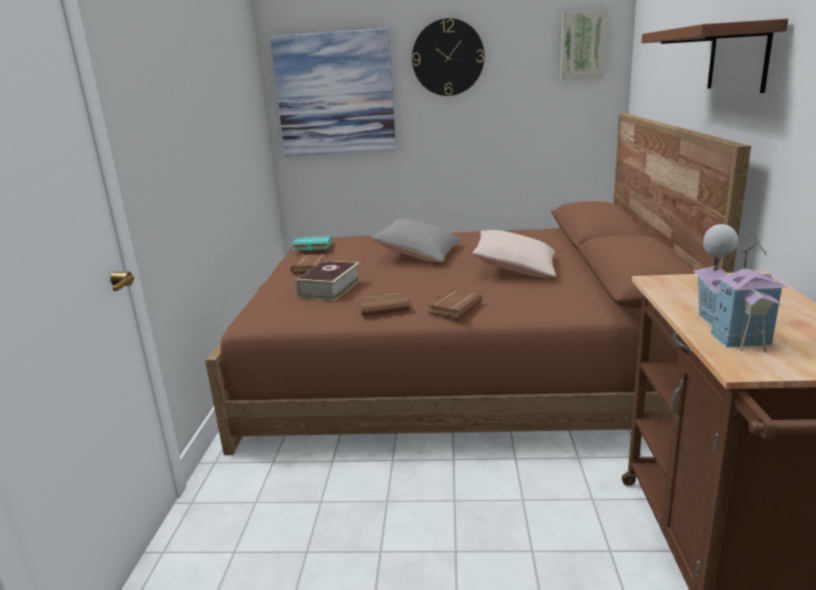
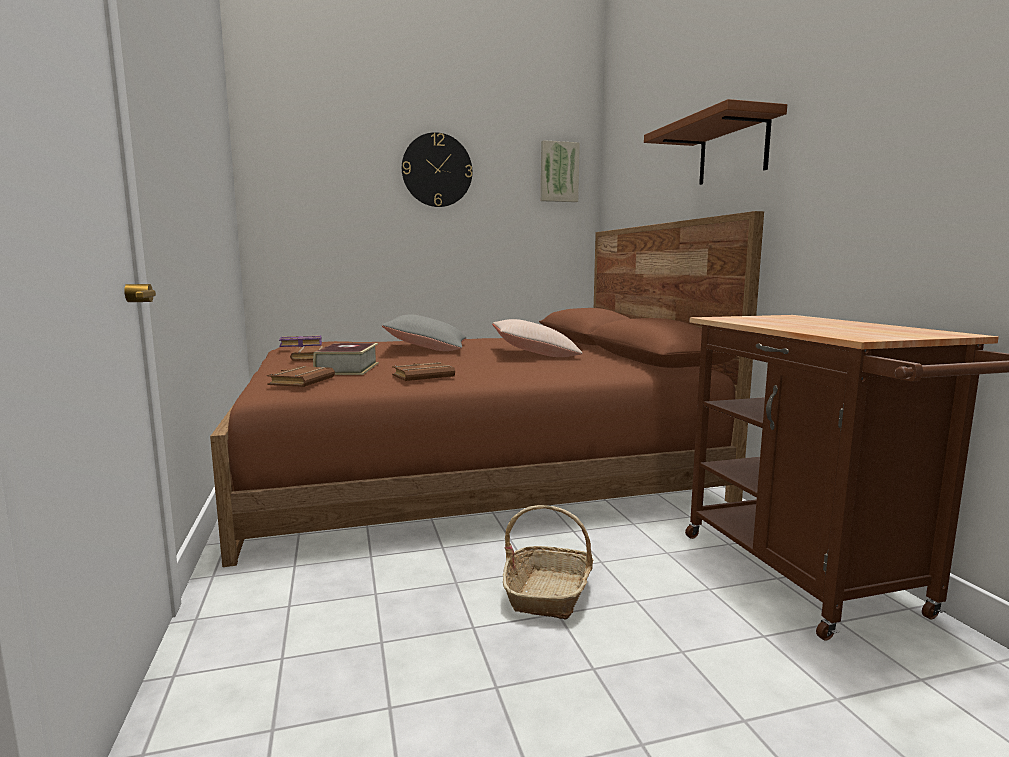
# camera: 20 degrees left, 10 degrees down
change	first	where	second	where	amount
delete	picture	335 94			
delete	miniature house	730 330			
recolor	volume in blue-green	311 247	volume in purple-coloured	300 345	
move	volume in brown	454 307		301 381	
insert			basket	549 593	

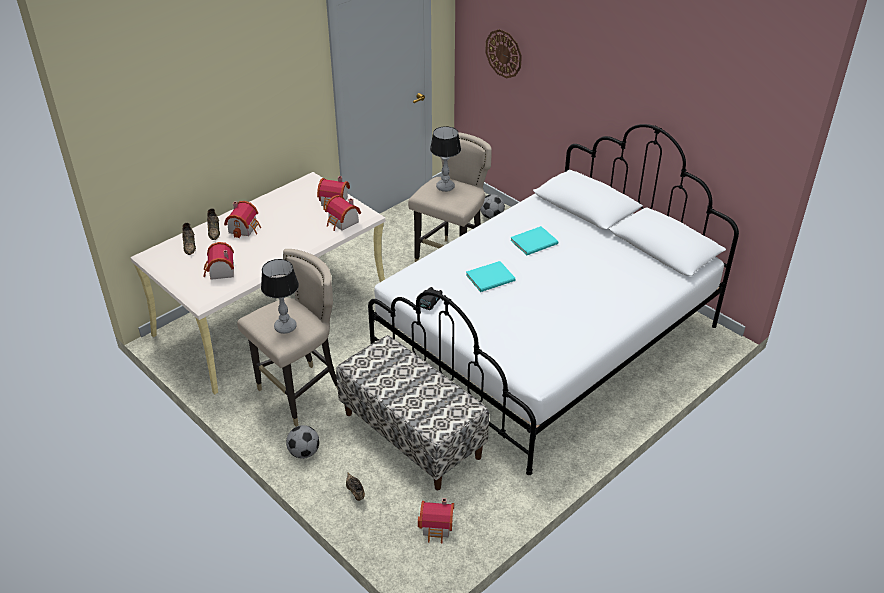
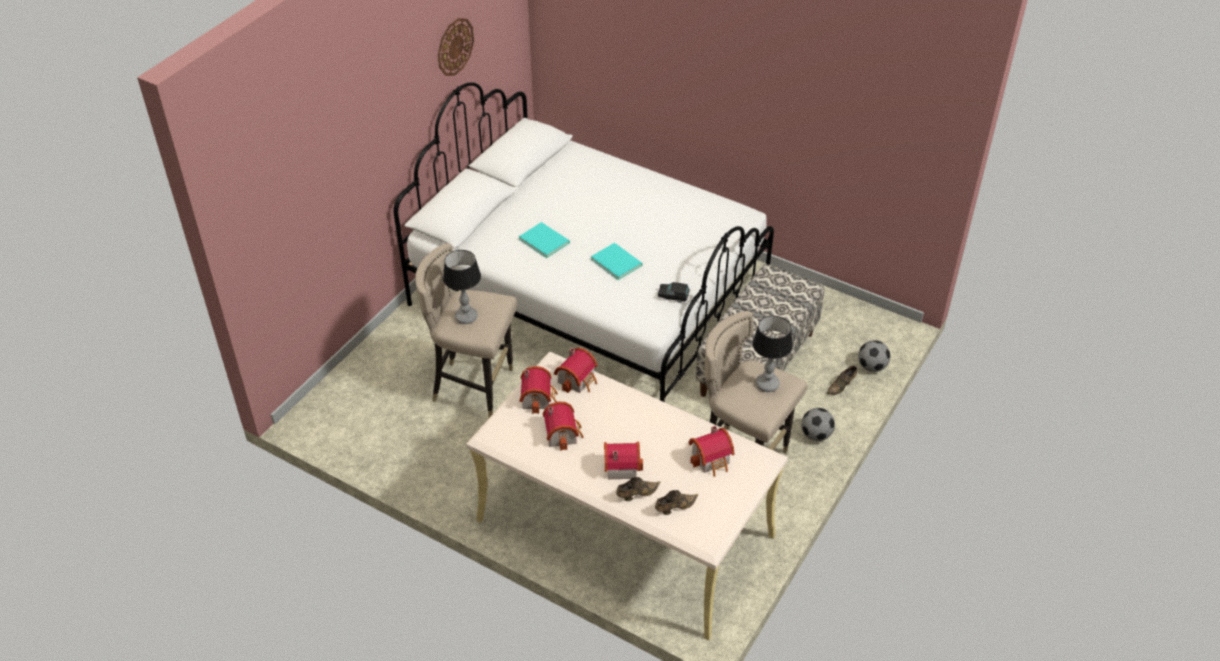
# camera: 105 degrees left, 5 degrees up
change	first	where	second	where	amount
move	clock on the wall	504 53		455 46	
move	ball for football	491 216		872 367	
move	miniature house	437 527		563 433	

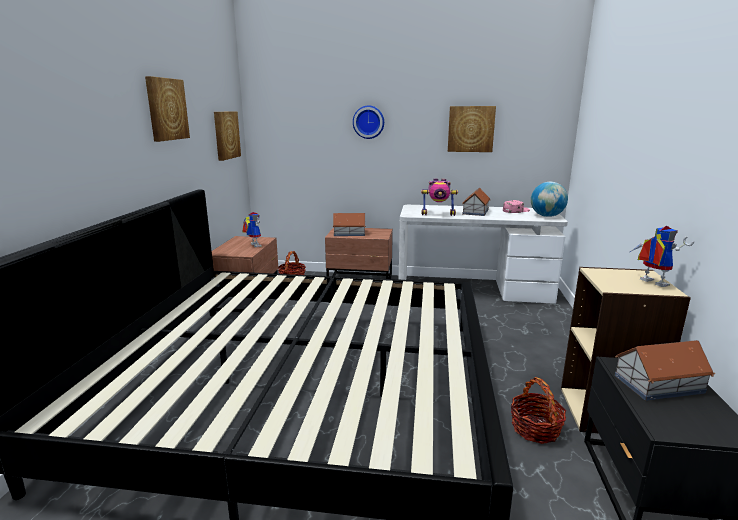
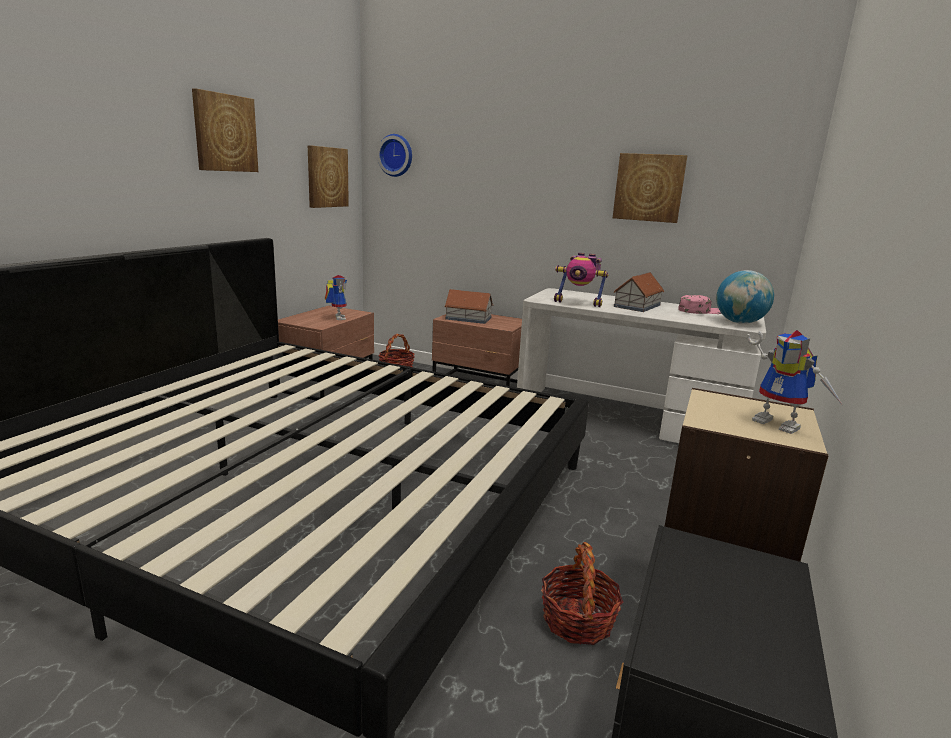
# camera: 15 degrees right, 0 degrees up
change	first	where	second	where	amount
move	clock on the wall	368 122		396 155	
rotate	toy robot	649 282		781 424	150 degrees clockwise
delete	miniature house	657 383			

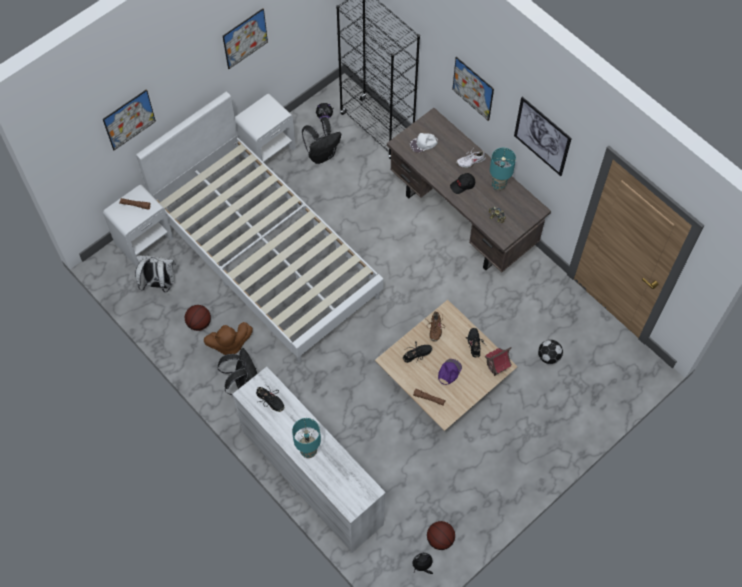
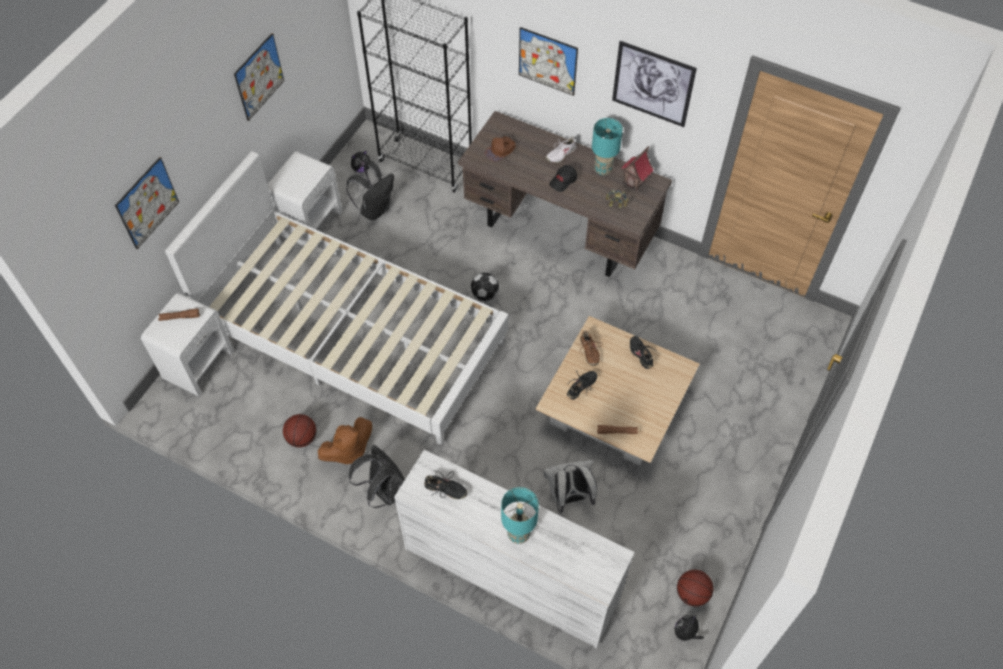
# camera: 20 degrees left, 5 degrees down
change	first	where	second	where	amount
recolor	cap in white	423 144	cap in brown	500 150	
move	backpack in white	159 283		569 496	
move	ball for football	549 357		485 294	
move	miniature house	496 367		635 182	
delete	cap in purple-coloured	449 372			

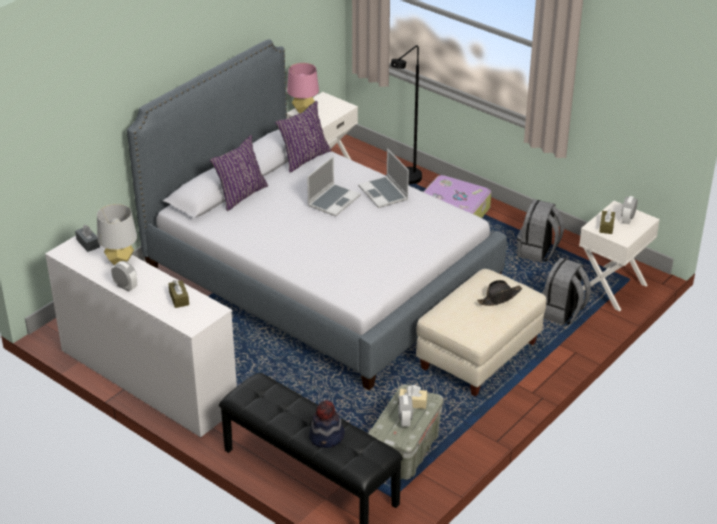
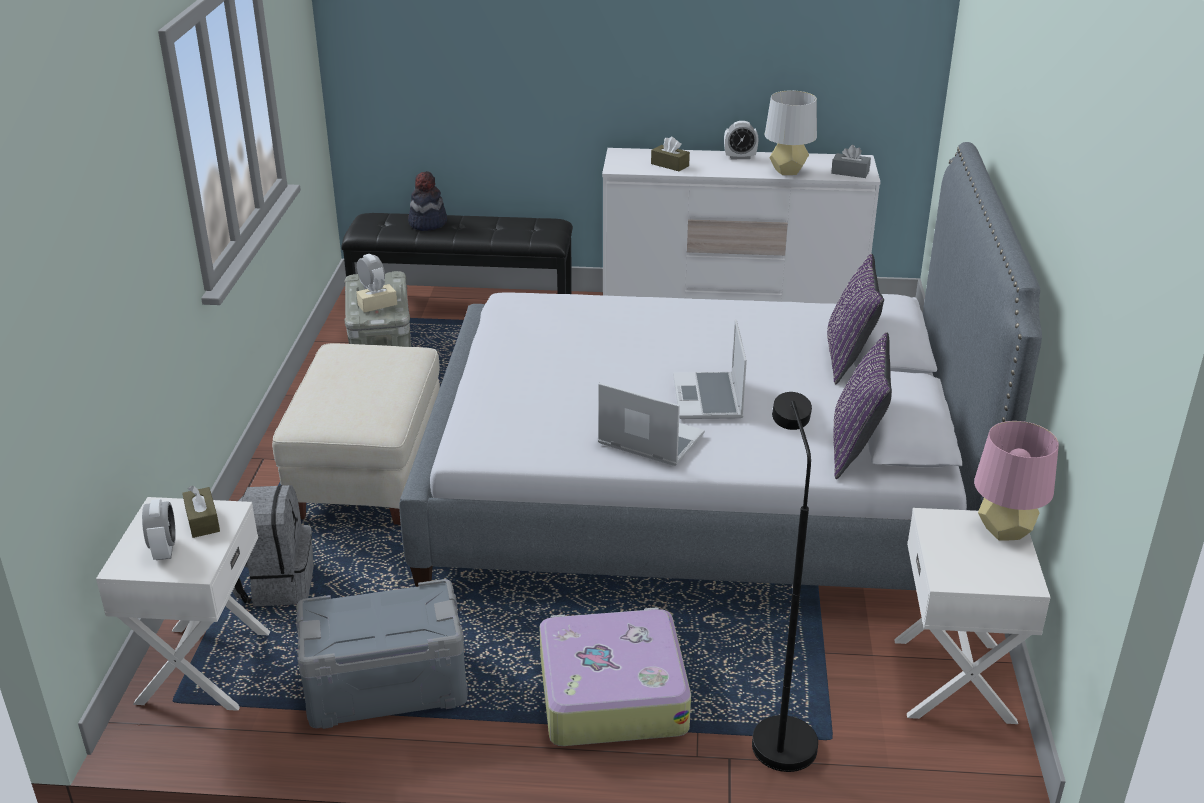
# camera: 145 degrees right, 5 degrees down
change	first	where	second	where	amount
replace	backpack in gray	538 252	storage container in gray	385 684	
delete	wearable hat in black	499 298			

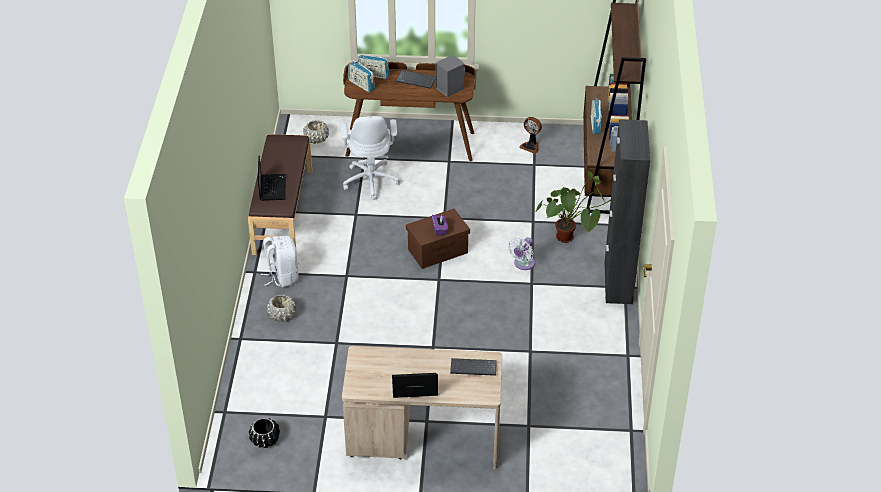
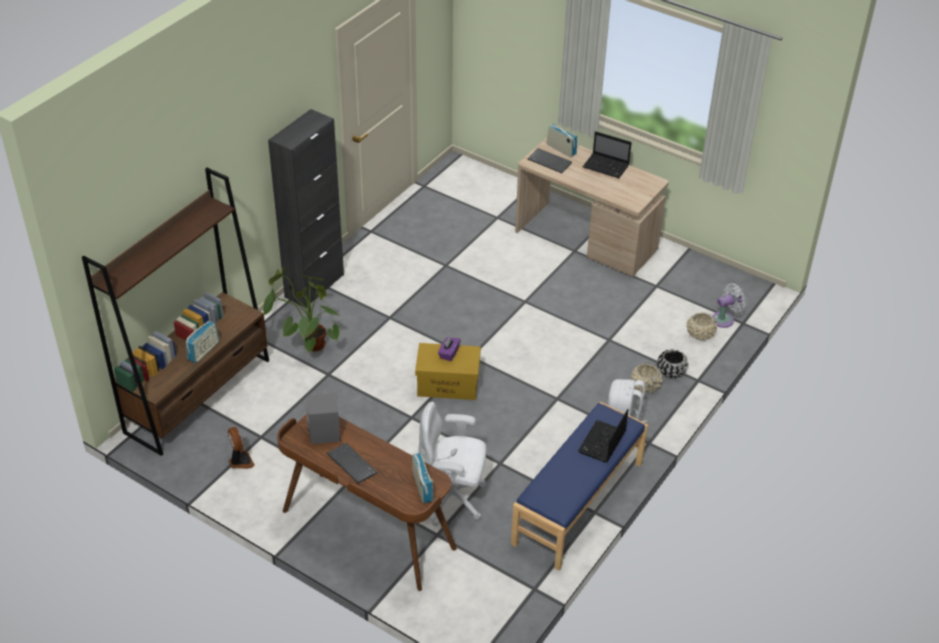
# camera: 150 degrees left, 0 degrees up
change	first	where	second	where	amount
move	radio	373 75		561 149	
rotate	desk chair in white	371 180		452 499	105 degrees counterclockwise
move	planter in beige	316 139		700 334	
recolor	bench in brown	282 212	bench in bluish	579 503	
recolor	storage container in brown	437 251	storage container in yellowish	448 384	
move	electric fan in white	523 264		725 319	
move	planter in black	265 440		671 371	

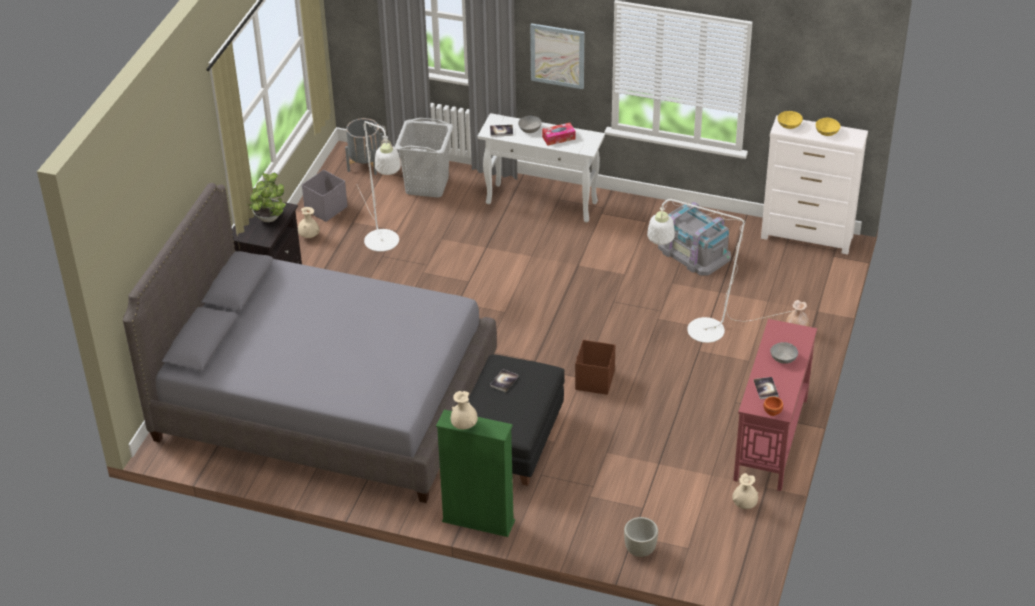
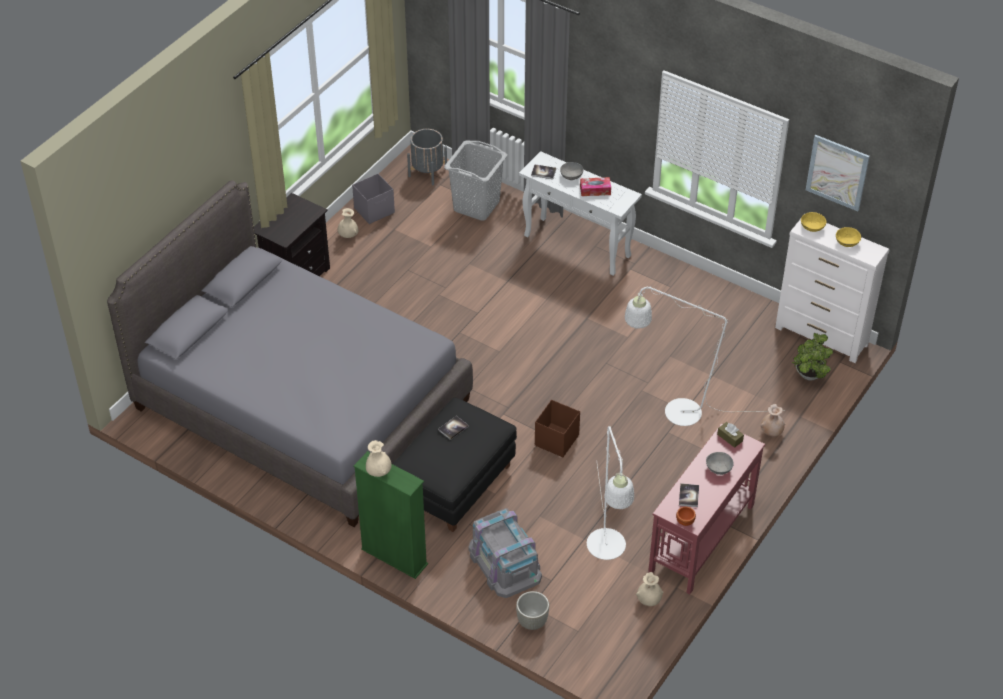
# camera: 15 degrees right, 5 degrees up
change	first	where	second	where	amount
move	picture	557 55		837 172	
move	floor lamp in white	384 246		607 552	
move	houseplant	268 219		808 376	
move	storage container in gray	694 252		505 563	
insert			tissue holder in brown	730 438	

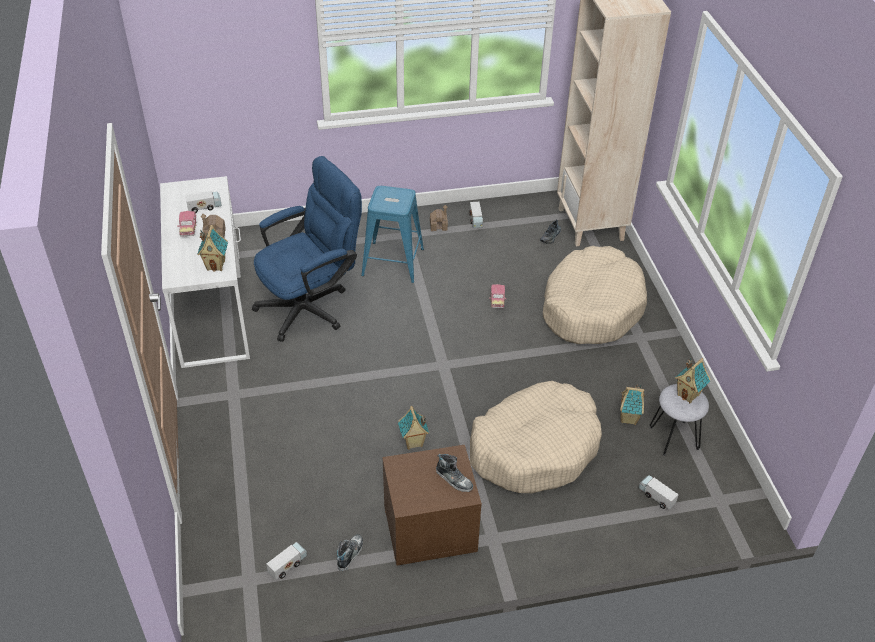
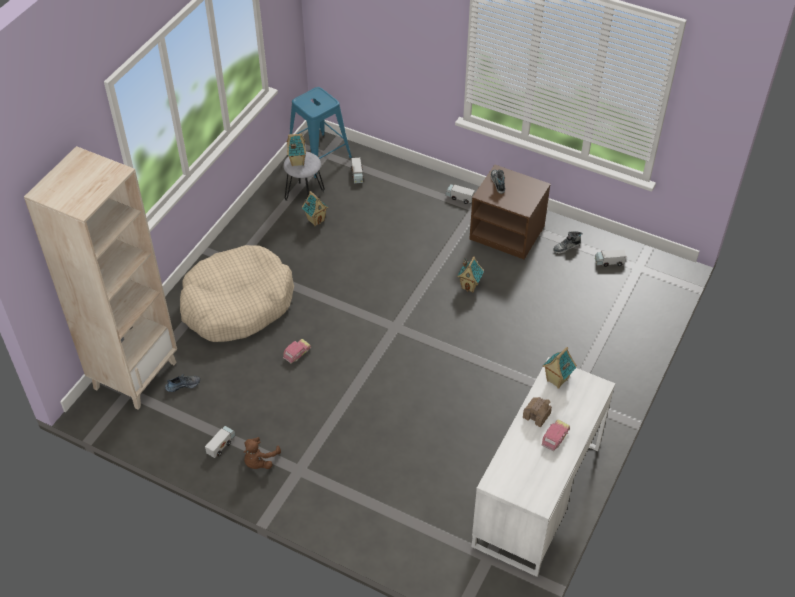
# camera: 140 degrees left, 5 degrees up
change	first	where	second	where	amount
delete	desk chair in bluish	311 305			
move	stool seat in bluish	392 262		319 156	
move	toy lorry	204 207		459 197	
replace	miniature house	438 225	cuddly toy in brown	259 461	
delete	dog bed in beige	534 448			

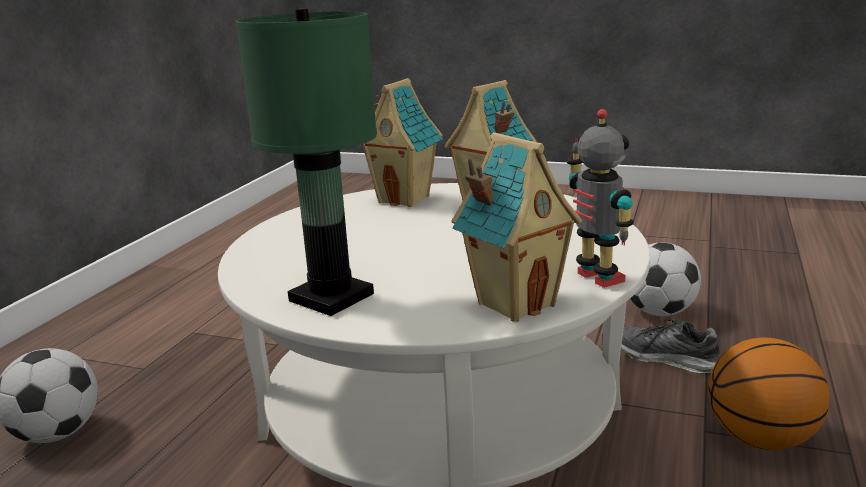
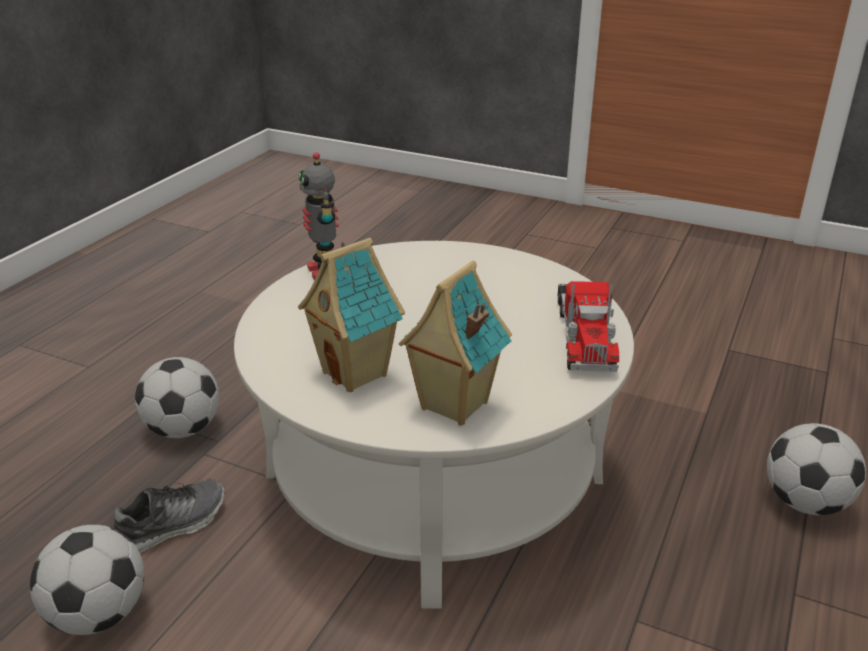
# camera: 175 degrees left, 10 degrees up
change	first	where	second	where	amount
delete	tabletop lamp in greenish	331 297			
delete	miniature house	515 303			
rotate	shoe	666 358		172 525	75 degrees counterclockwise
replace	basketball	761 439	ball for football	183 429	
insert			toy lorry	583 334	

